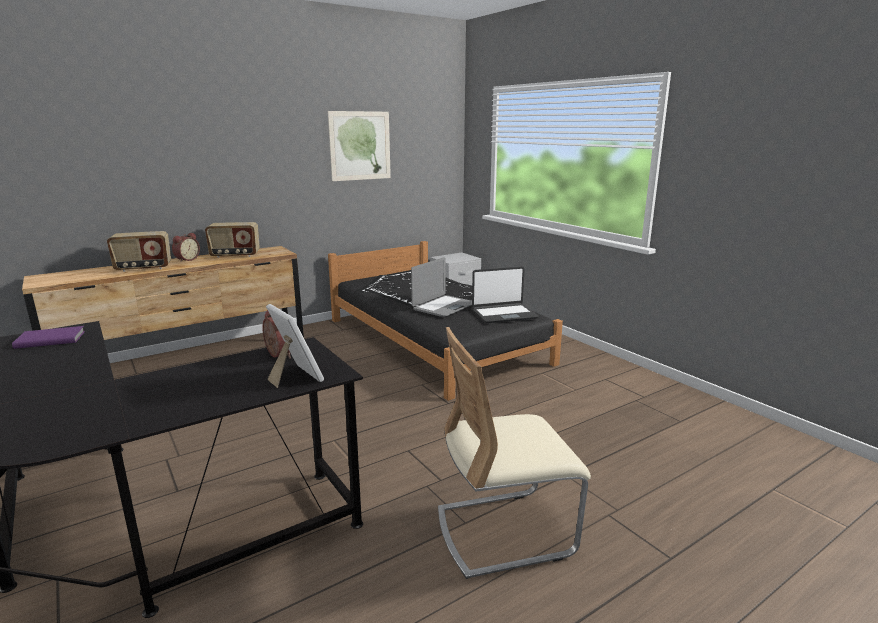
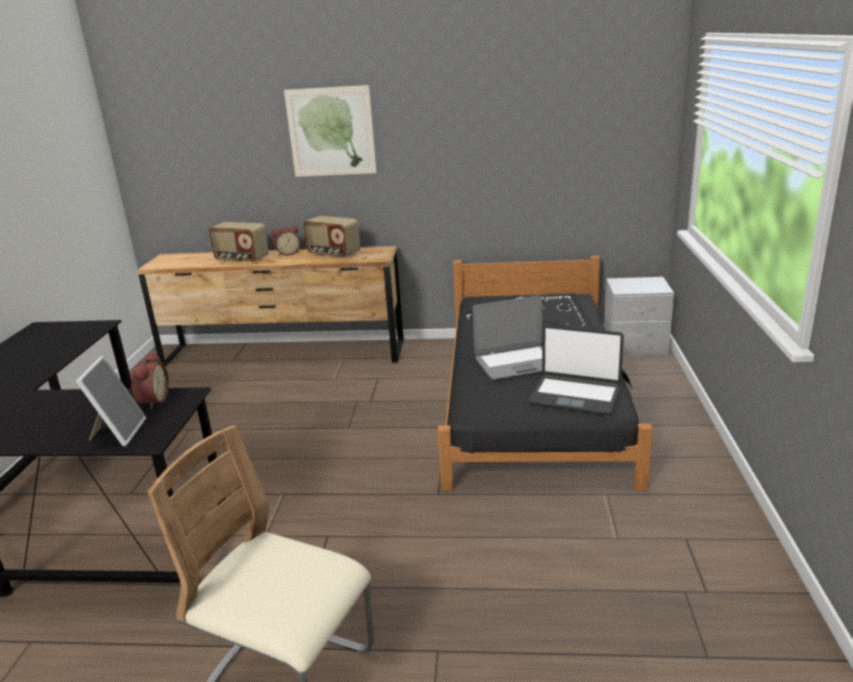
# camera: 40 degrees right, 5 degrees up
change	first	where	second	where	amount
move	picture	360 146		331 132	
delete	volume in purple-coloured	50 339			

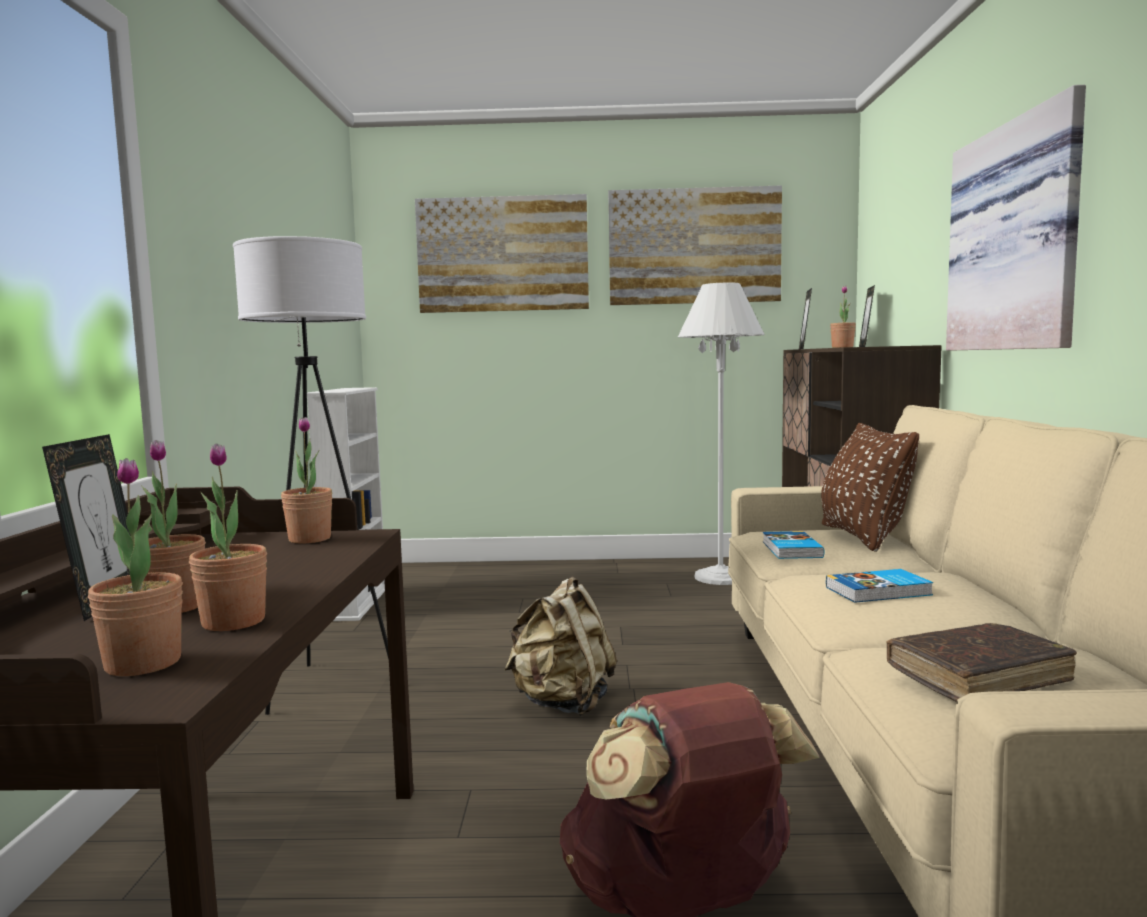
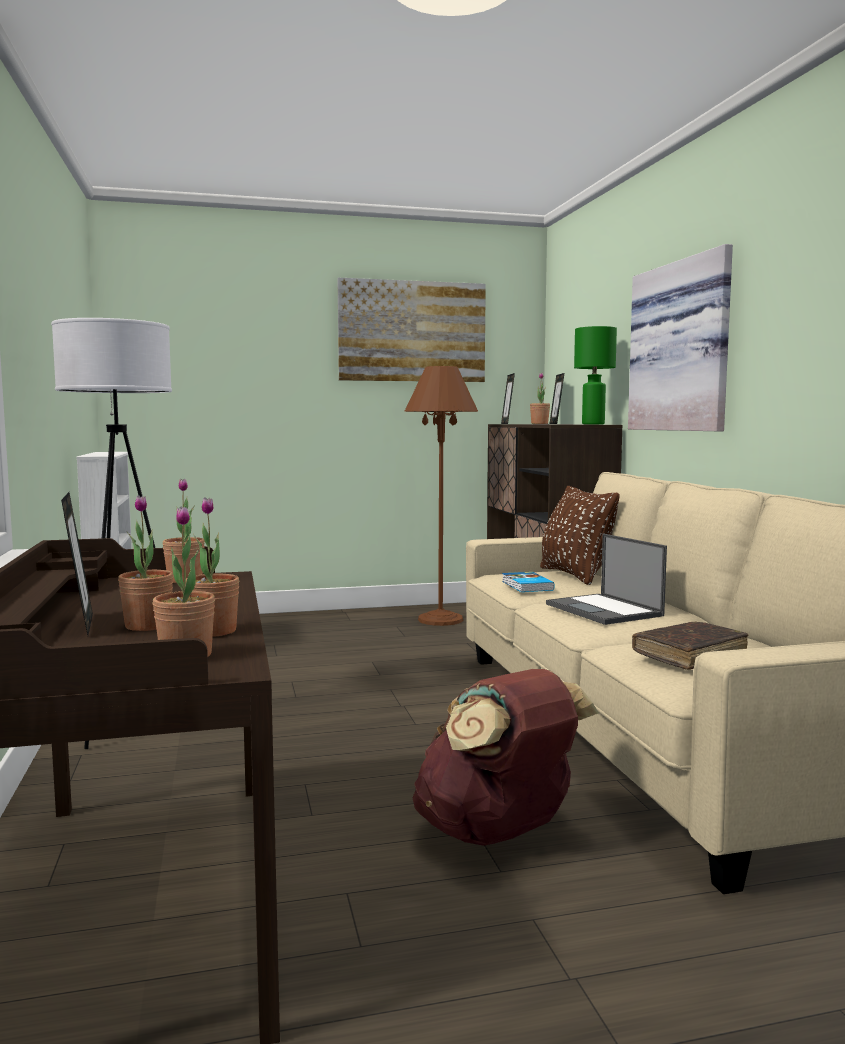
# camera: 15 degrees left, 0 degrees up
change	first	where	second	where	amount
delete	picture	502 254			
recolor	floor lamp in white	720 577	floor lamp in brown	440 619	
replace	volume	879 591	laptop	605 610	
delete	backpack in beige	563 703			
insert			tabletop lamp in greenish	592 424	

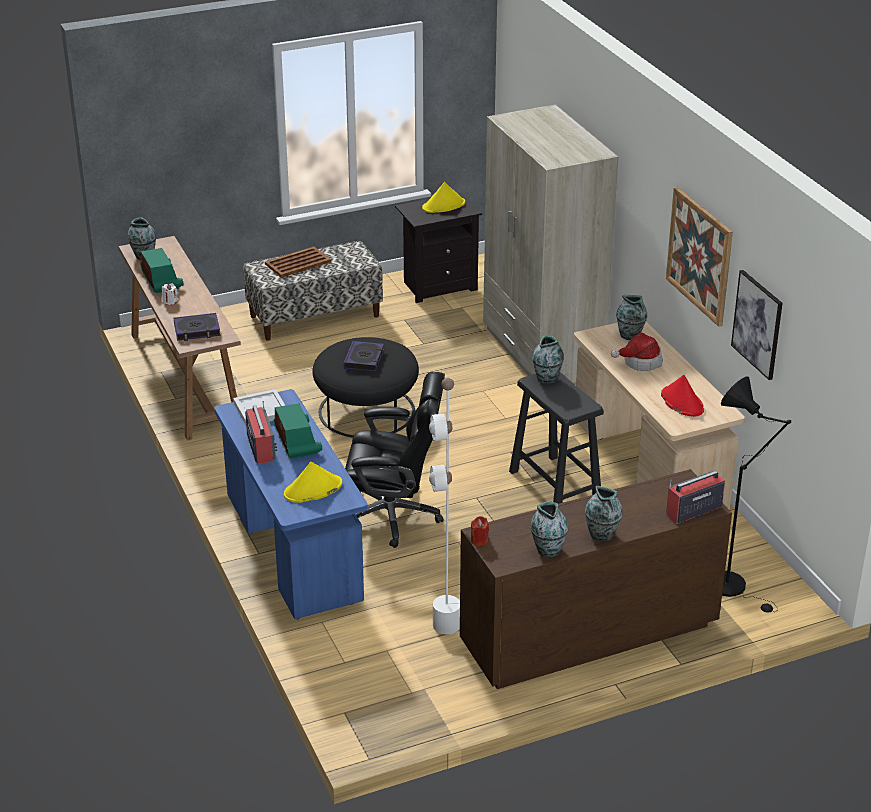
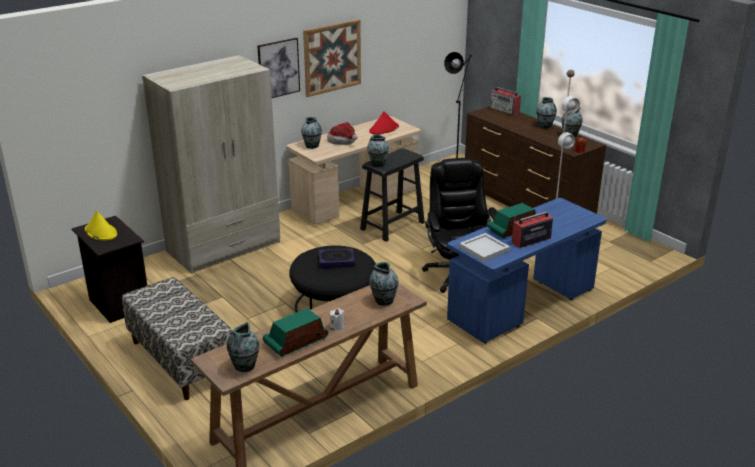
# camera: 105 degrees left, 5 degrees down
change	first	where	second	where	amount
delete	carrying tray in brown	297 263			
move	picture	757 324		278 68	
replace	volume	197 330	decorative vase	383 300	
delete	wearable hat in yellowish	313 489			

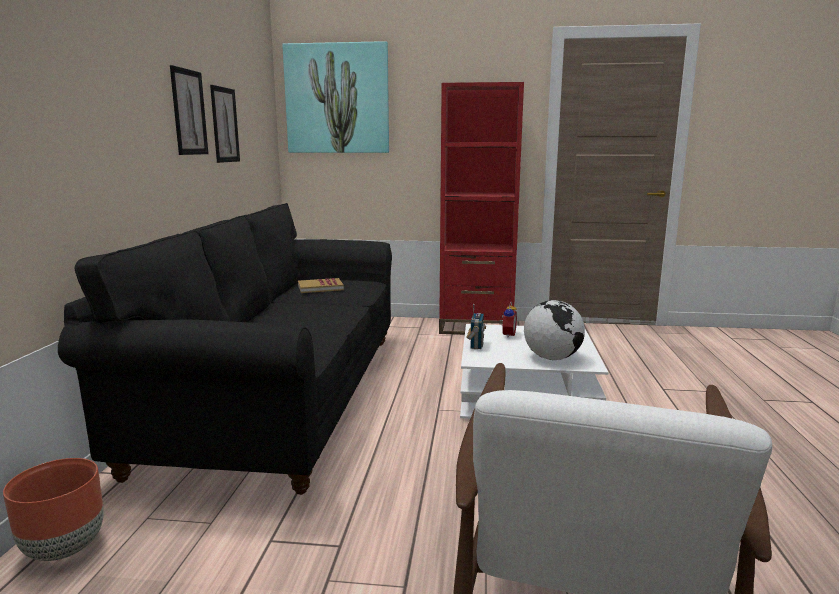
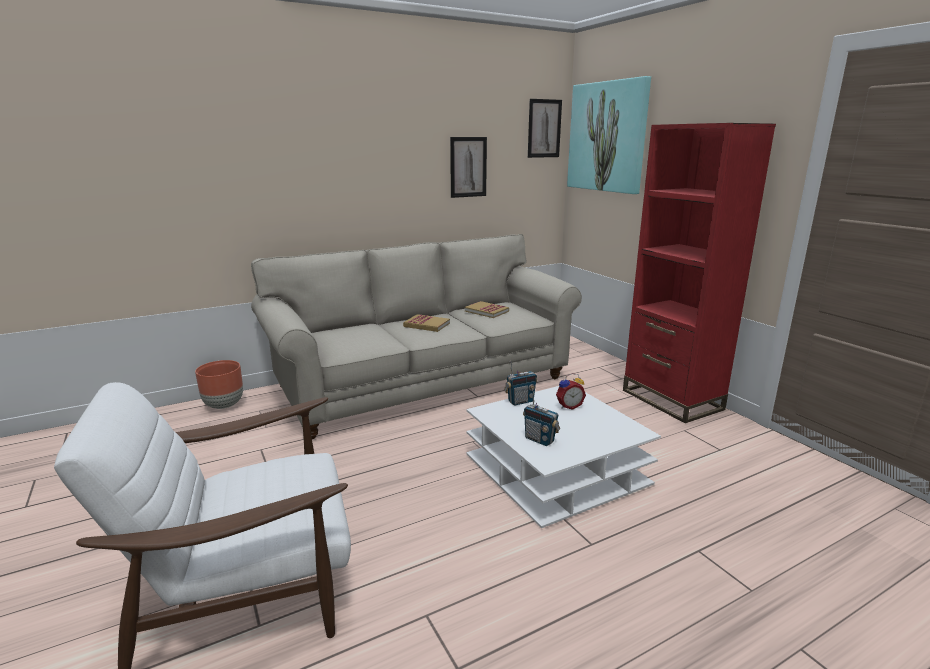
# camera: 55 degrees right, 5 degrees up
change	first	where	second	where	amount
move	picture	189 112		544 128	
recolor	couch in black	284 395	couch in beige	423 384	
replace	world globe	552 358	radio	539 440	
insert			volume	426 325	

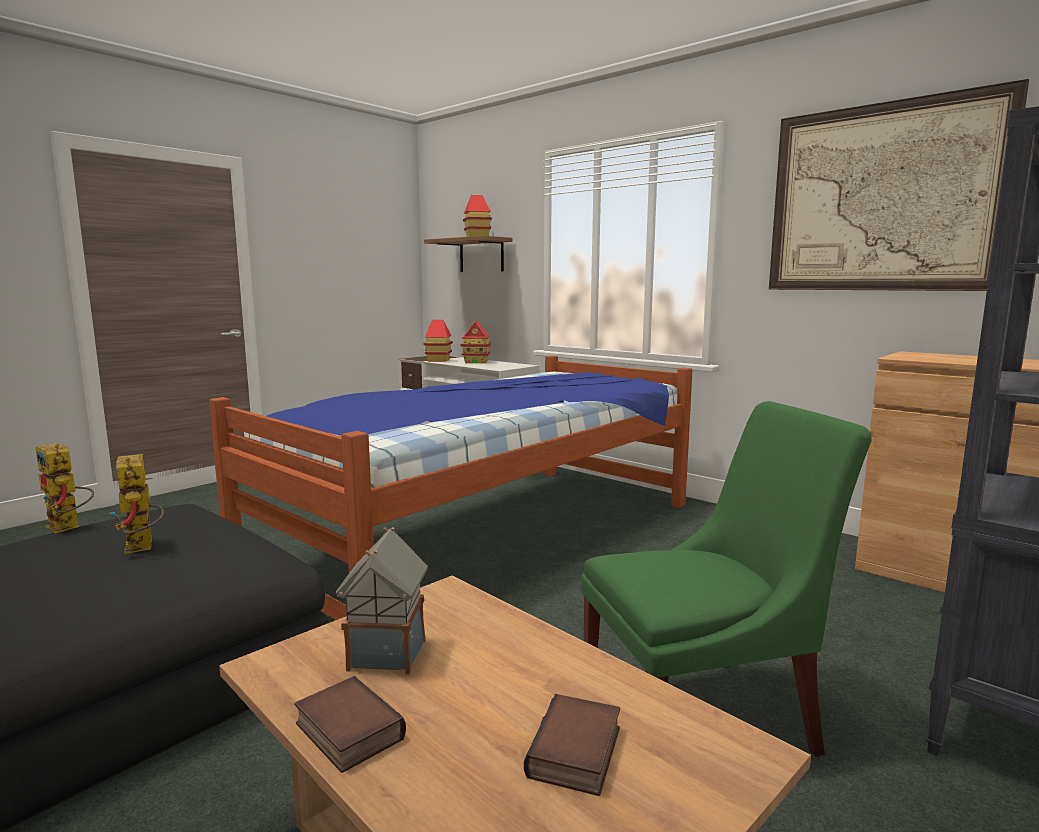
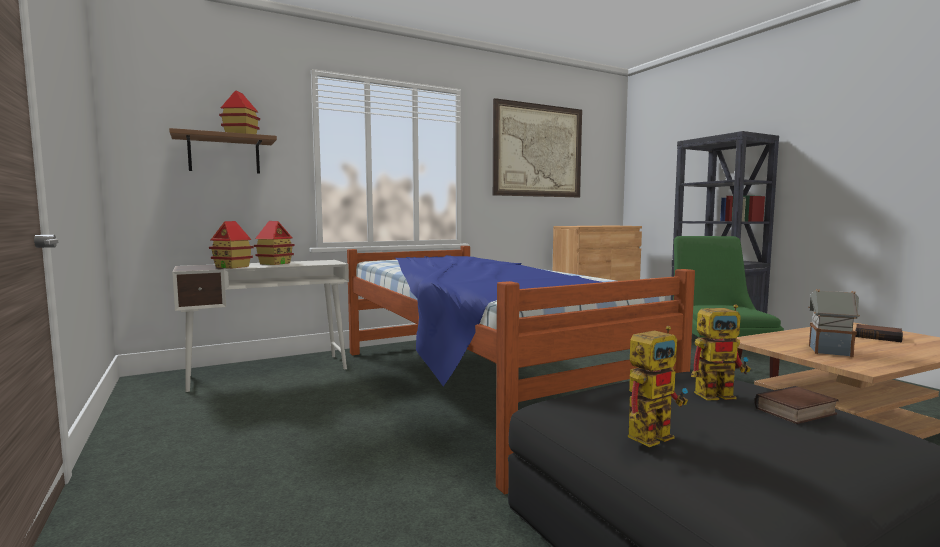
# camera: 70 degrees left, 5 degrees down
change	first	where	second	where	amount
move	volume	345 732		796 412	

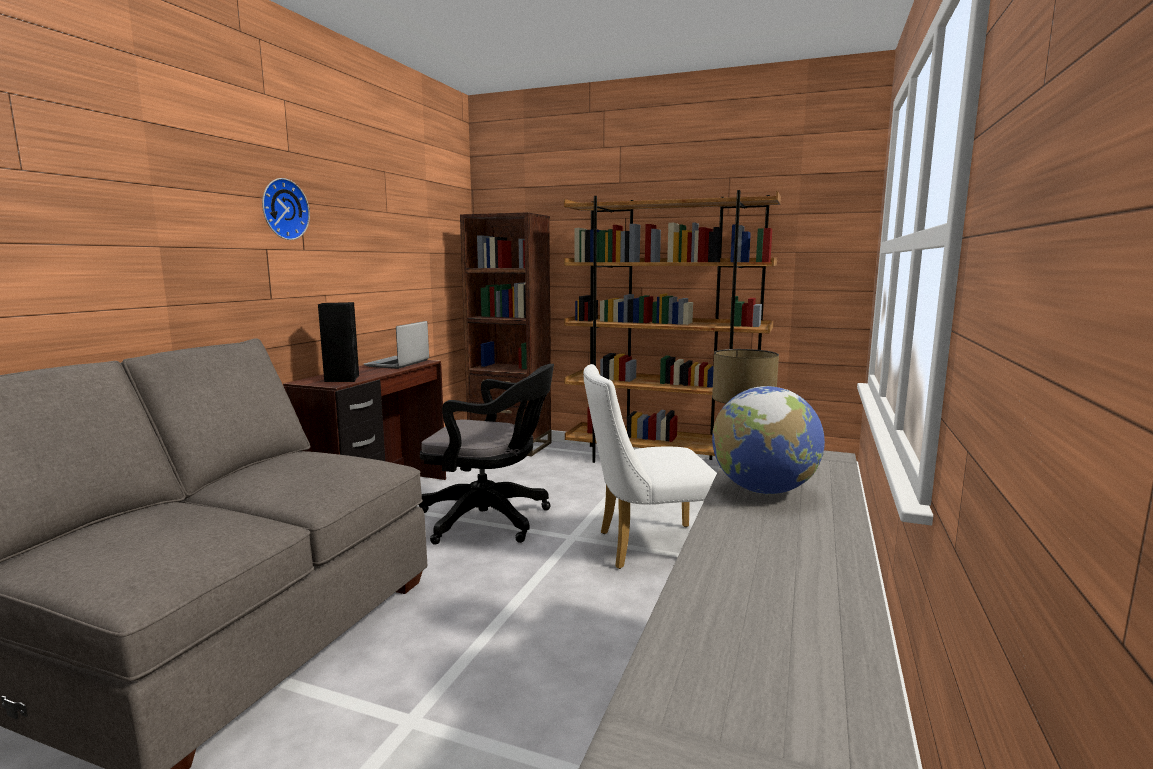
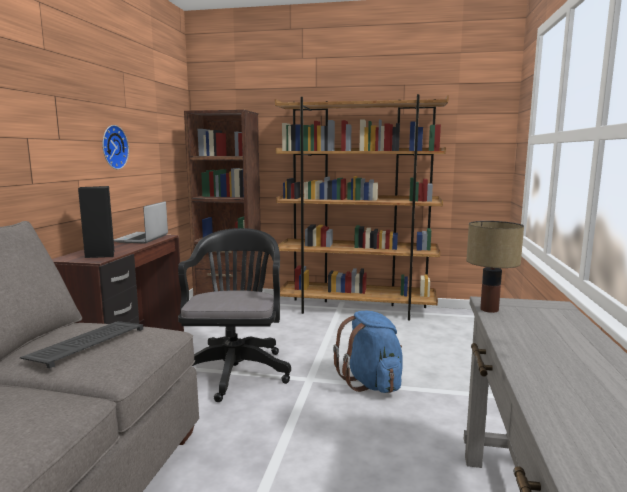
# camera: 10 degrees left, 0 degrees up
change	first	where	second	where	amount
move	clock on the wall	282 209		112 147	
rotate	desk chair in black	491 520		235 369	90 degrees counterclockwise
replace	chair in white	645 547	backpack in bluish	371 383	
delete	world globe	763 490			
insert			PC keyboard	87 343	

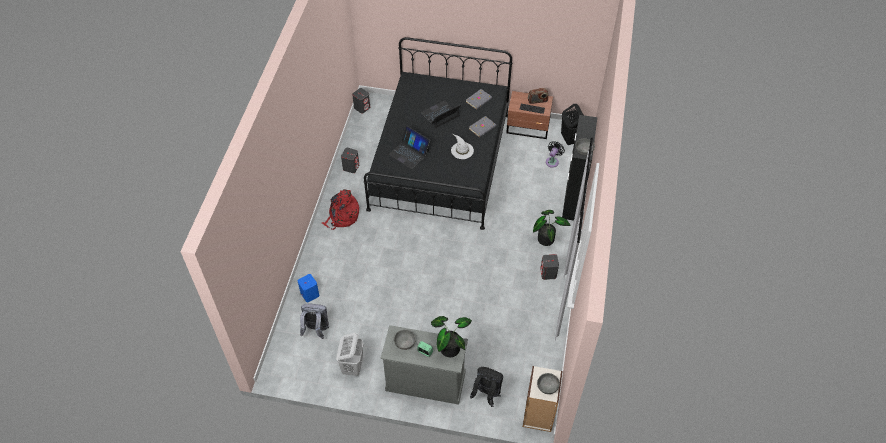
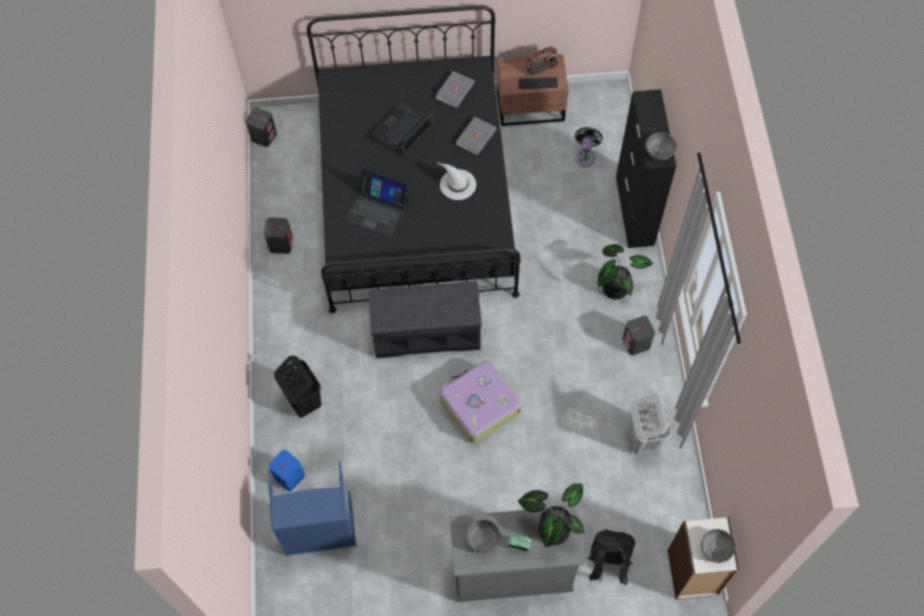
# camera: 15 degrees left, 10 degrees up
change	first	where	second	where	amount
move	hamper in black	570 139		303 401	
delete	backpack in red	342 217			
replace	backpack in gray	316 329	hamper in bluish	319 532	
move	hamper in white	352 366		643 438	
insert			bench in gray	427 331	
insert			travel case	479 405	

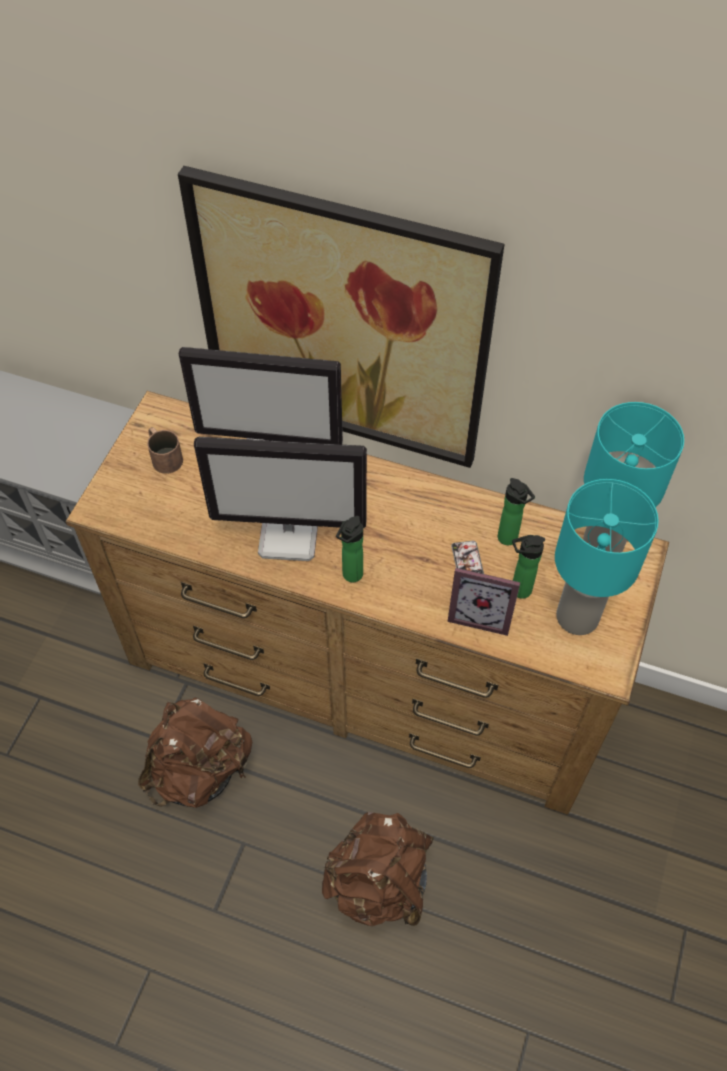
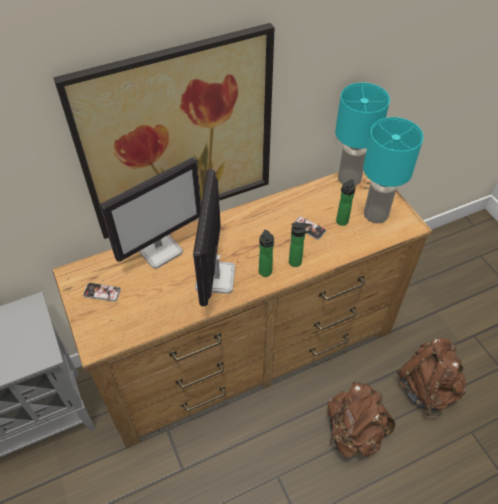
# camera: 45 degrees left, 5 degrees down
change	first	where	second	where	amount
replace	mug in brown	163 456	phone	102 292	
rotate	computer display	290 536		215 278	135 degrees clockwise
move	drink bottle	509 539		297 262	
delete	picture frame	481 613			
move	backpack in brown	200 770		427 388	

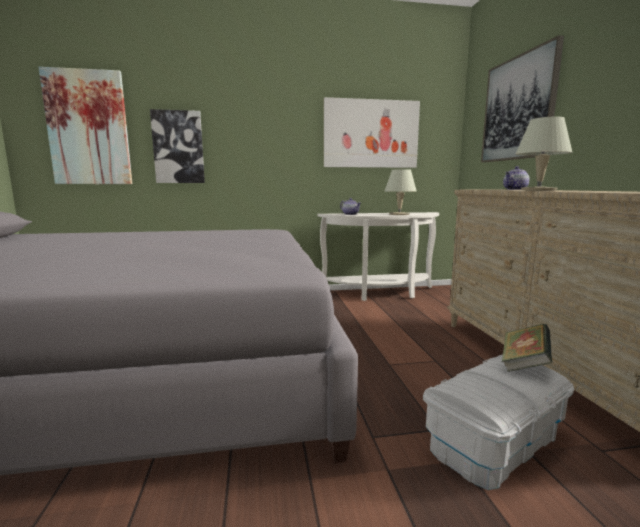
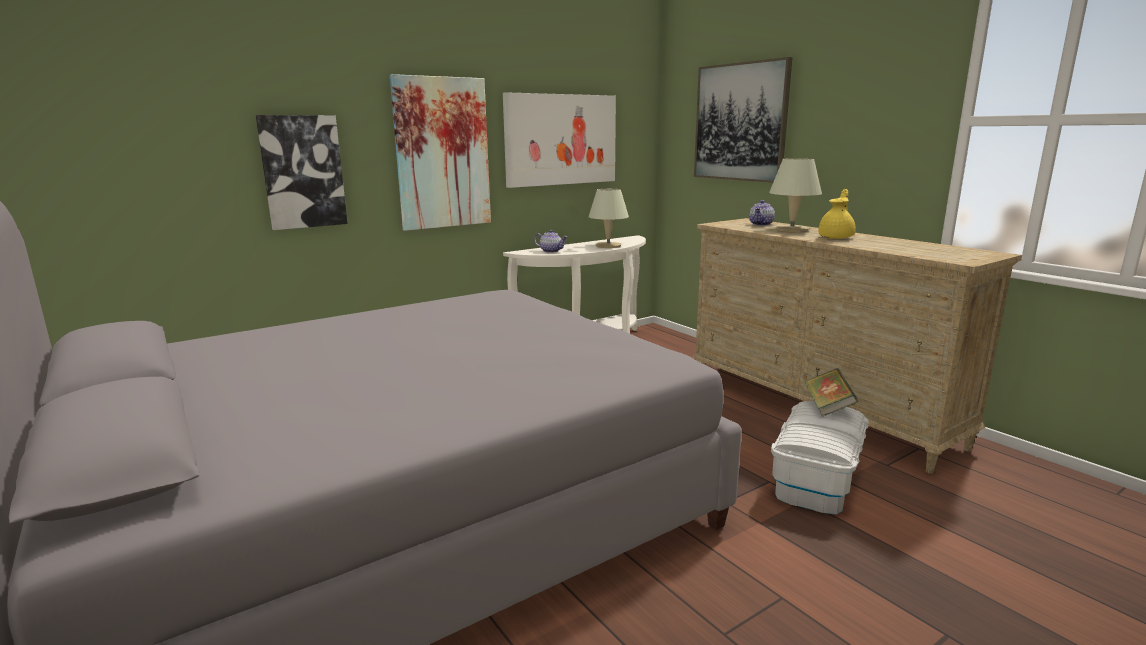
# camera: 25 degrees left, 5 degrees up
change	first	where	second	where	amount
move	picture	88 128		442 153	
insert			teapot in yellowish	836 237	

